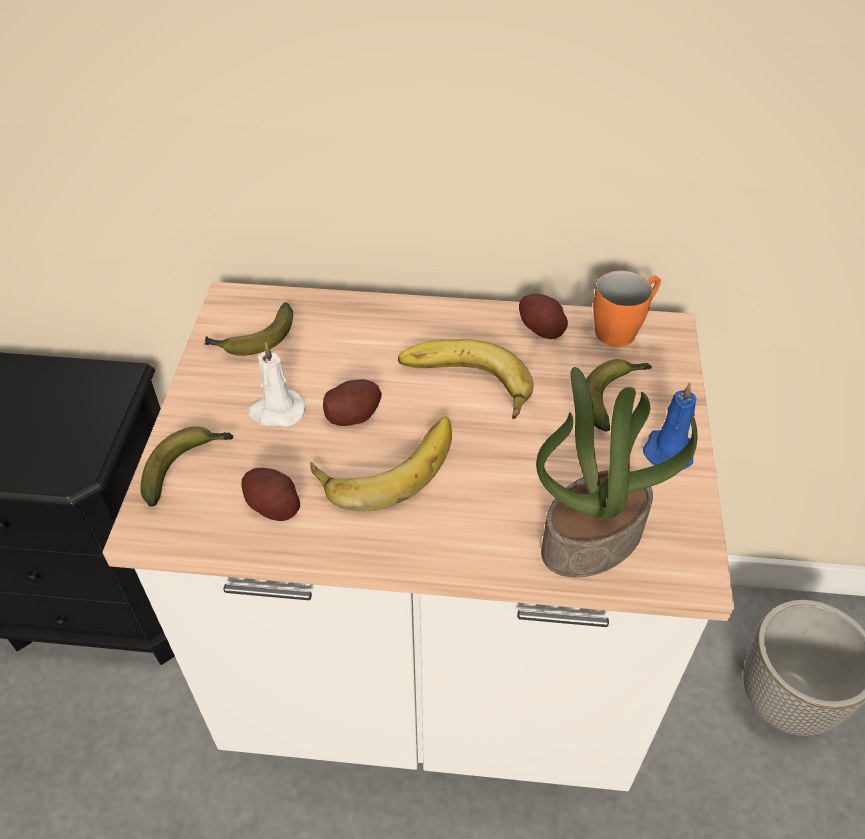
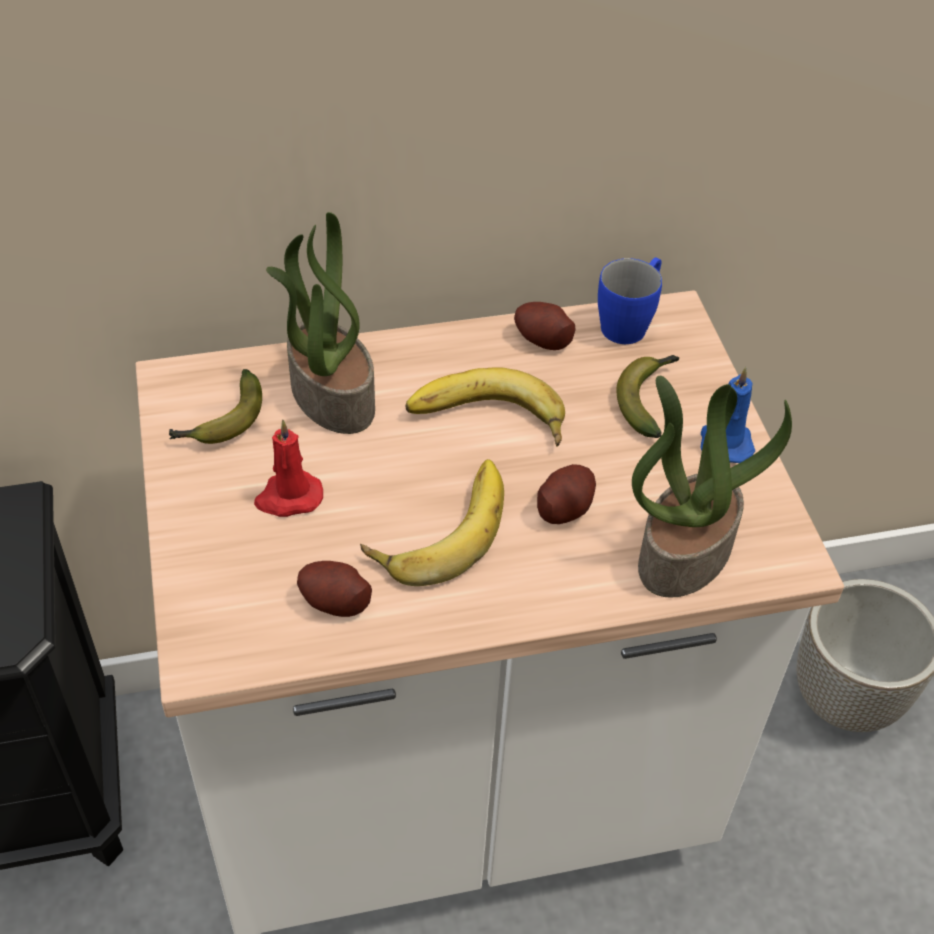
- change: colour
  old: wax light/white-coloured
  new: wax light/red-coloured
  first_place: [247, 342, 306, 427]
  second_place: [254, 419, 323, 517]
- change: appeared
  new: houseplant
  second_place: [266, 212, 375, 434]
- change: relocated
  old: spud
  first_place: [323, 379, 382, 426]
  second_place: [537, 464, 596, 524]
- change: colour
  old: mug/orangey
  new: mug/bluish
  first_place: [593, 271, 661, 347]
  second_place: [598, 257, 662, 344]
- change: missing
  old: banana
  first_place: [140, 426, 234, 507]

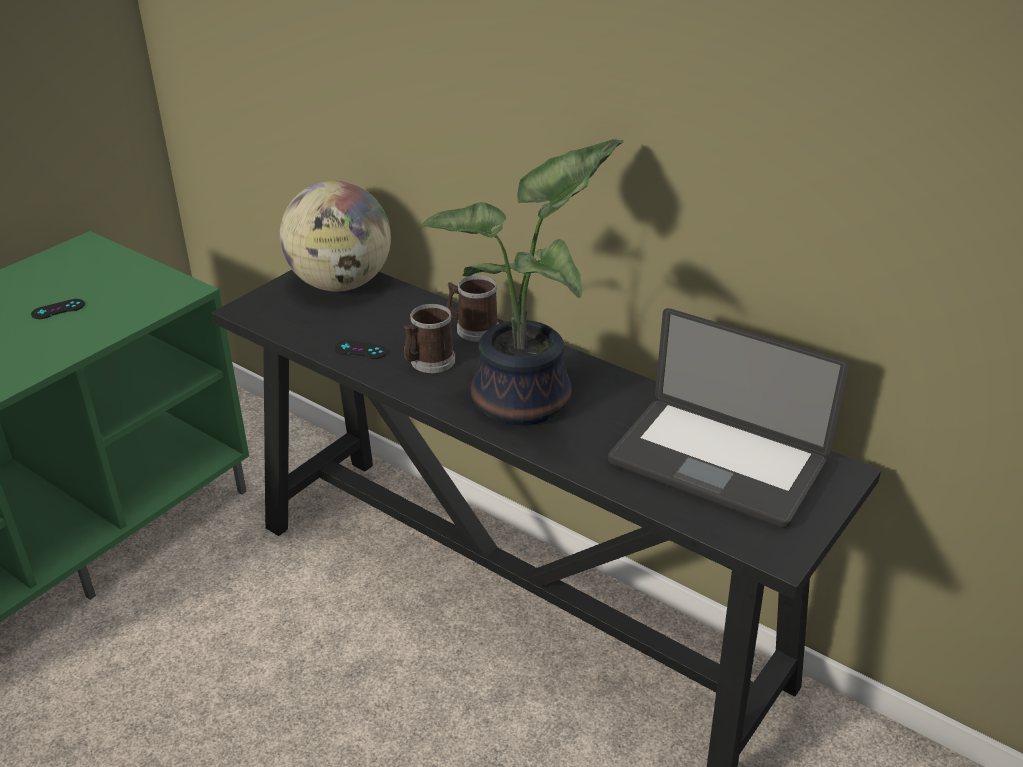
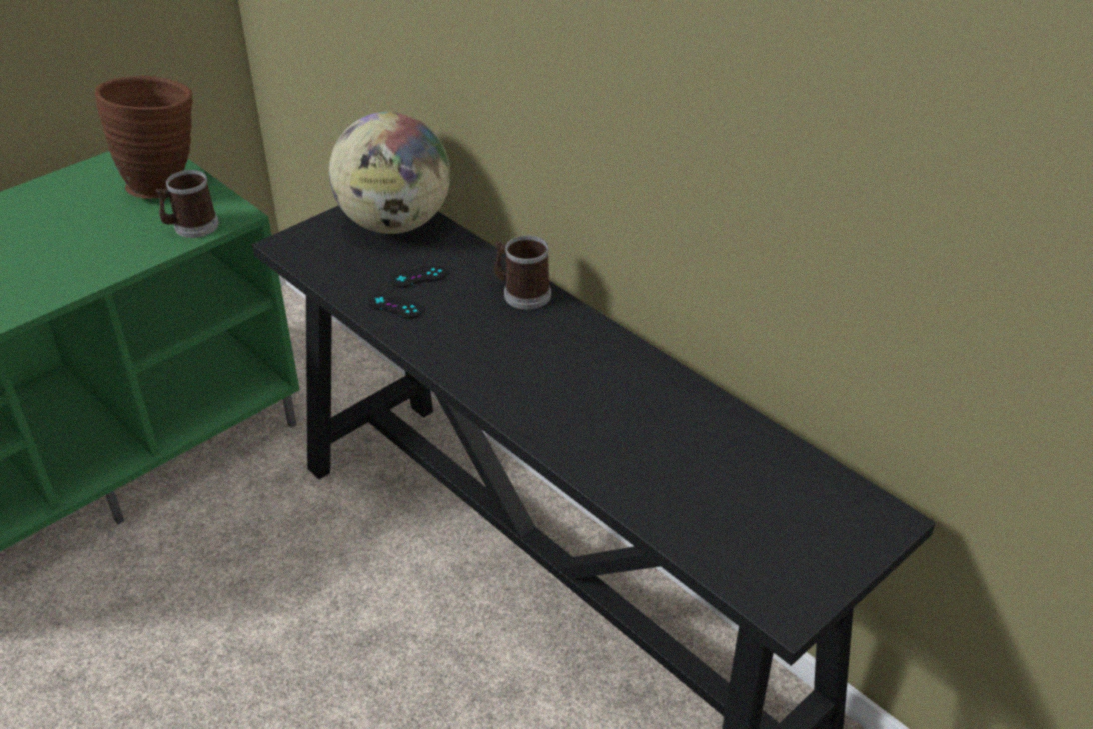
- change: appeared
  new: decorative vase/brown
  second_place: [95, 76, 193, 199]
- change: relocated
  old: mug
  first_place: [404, 304, 455, 373]
  second_place: [156, 170, 219, 238]
- change: relocated
  old: game controller/blackish
  first_place: [31, 299, 85, 319]
  second_place: [390, 265, 447, 288]
- change: missing
  old: houseplant
  first_place: [420, 139, 624, 426]
- change: missing
  old: portable computer
  first_place: [608, 308, 849, 528]

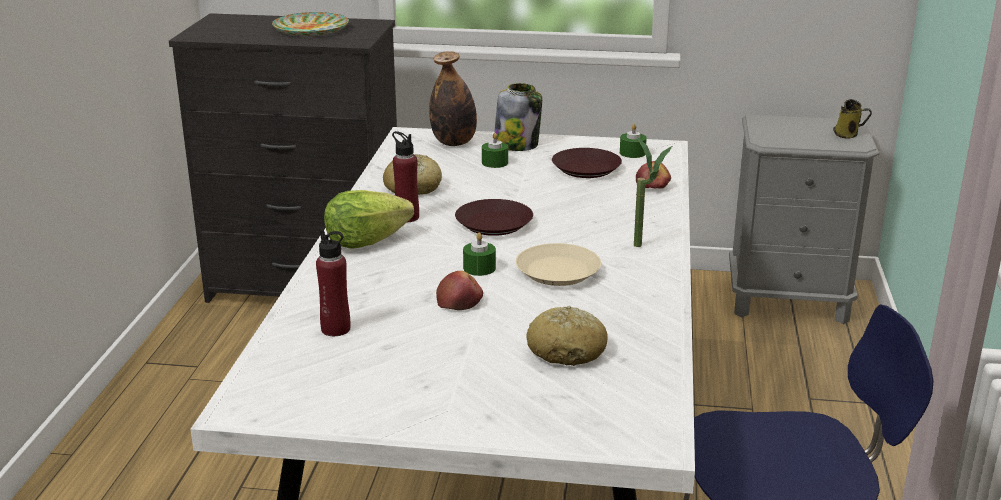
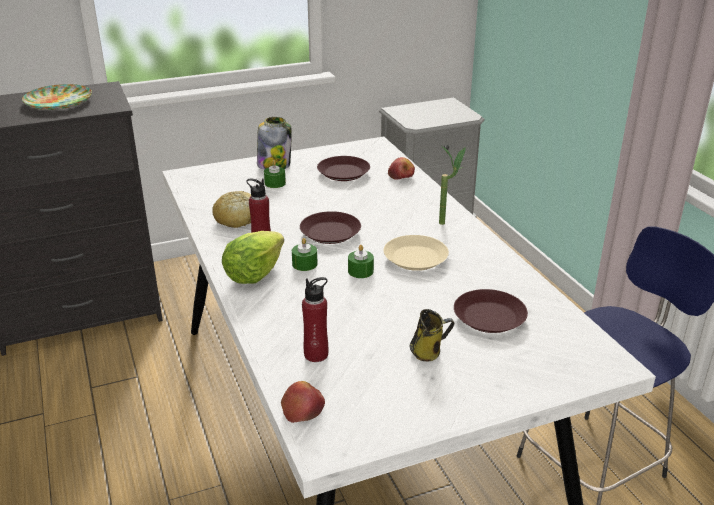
- change: relocated
  old: whole apple
  first_place: [436, 271, 483, 310]
  second_place: [281, 381, 325, 423]
- change: relocated
  old: wax light/green-coloured
  first_place: [620, 124, 647, 158]
  second_place: [292, 238, 318, 271]
- change: relocated
  old: mug
  first_place: [833, 99, 872, 139]
  second_place: [409, 309, 455, 361]
- change: exchanged
  old: bakery bread
  new: dinner plate/brown
  first_place: [527, 306, 608, 366]
  second_place: [454, 289, 528, 333]
- change: missing
  old: drink bottle
  first_place: [429, 51, 477, 146]

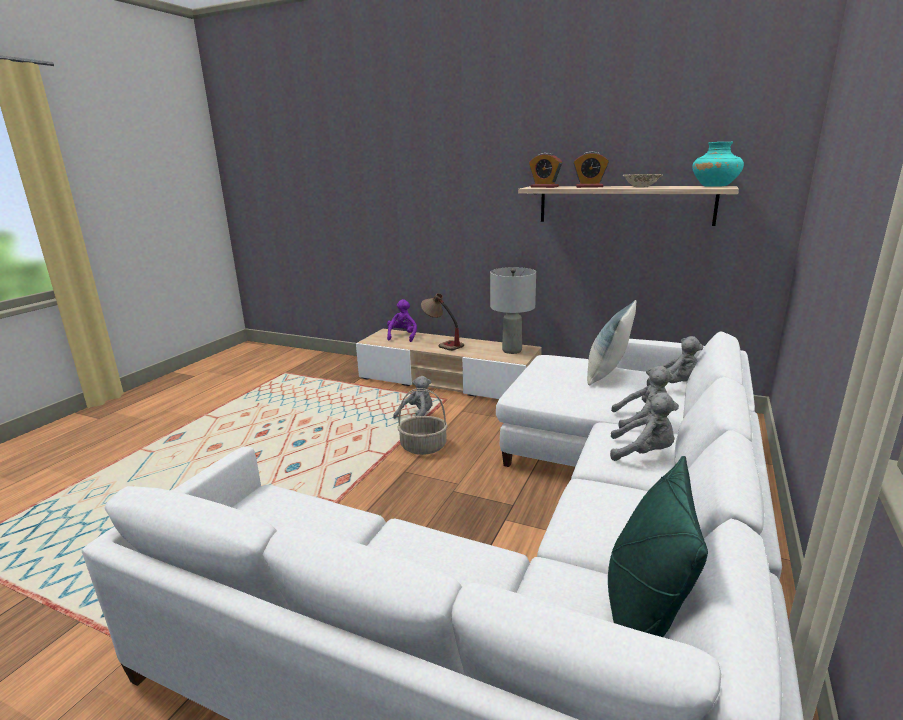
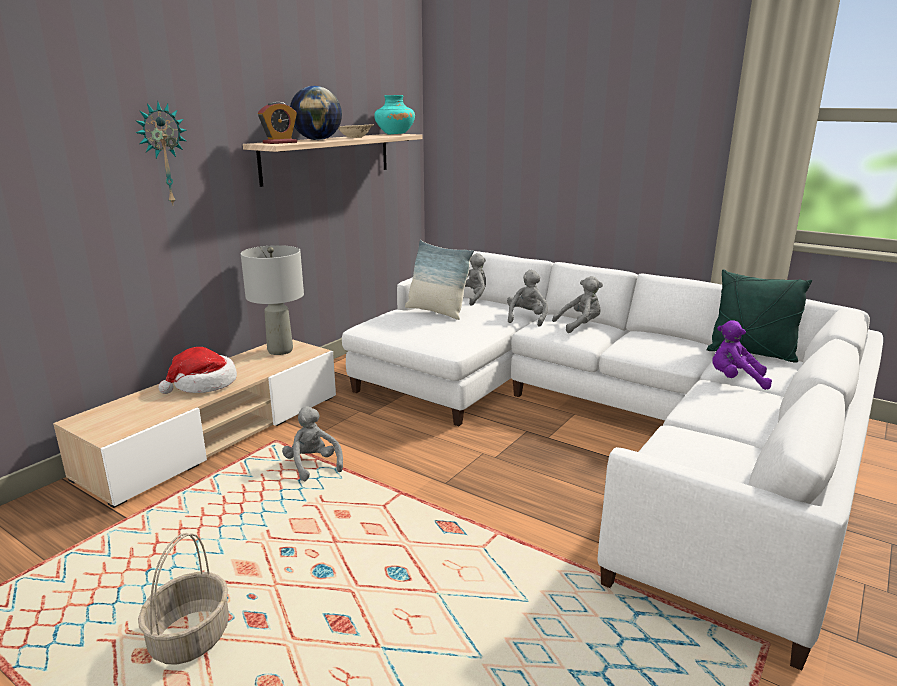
- change: appeared
  new: hanging clock
  second_place: [135, 101, 187, 205]
- change: relocated
  old: storage basket
  first_place: [397, 388, 448, 455]
  second_place: [138, 533, 229, 665]
- change: exchanged
  old: tabletop lamp
  new: hat
  first_place: [421, 293, 464, 351]
  second_place: [158, 347, 237, 394]
- change: exchanged
  old: table clock
  new: world globe
  first_place: [573, 152, 609, 188]
  second_place: [290, 86, 342, 140]
- change: spun
  old: plush toy/grey
  first_place: [610, 392, 679, 461]
  second_place: [552, 276, 603, 333]
  degrees: 45
- change: relocated
  old: plush toy/purplish
  first_place: [387, 299, 417, 342]
  second_place: [712, 320, 772, 390]

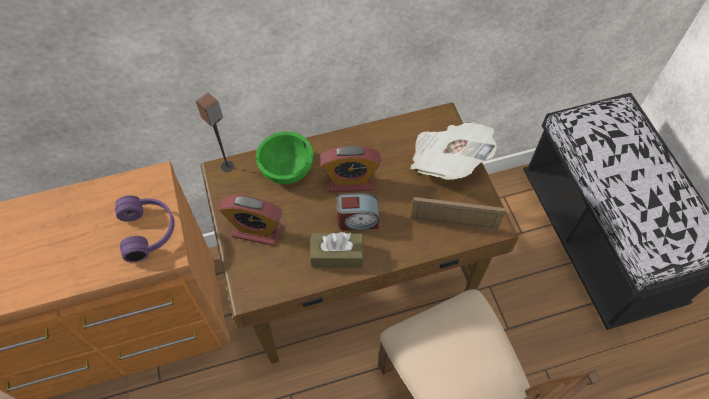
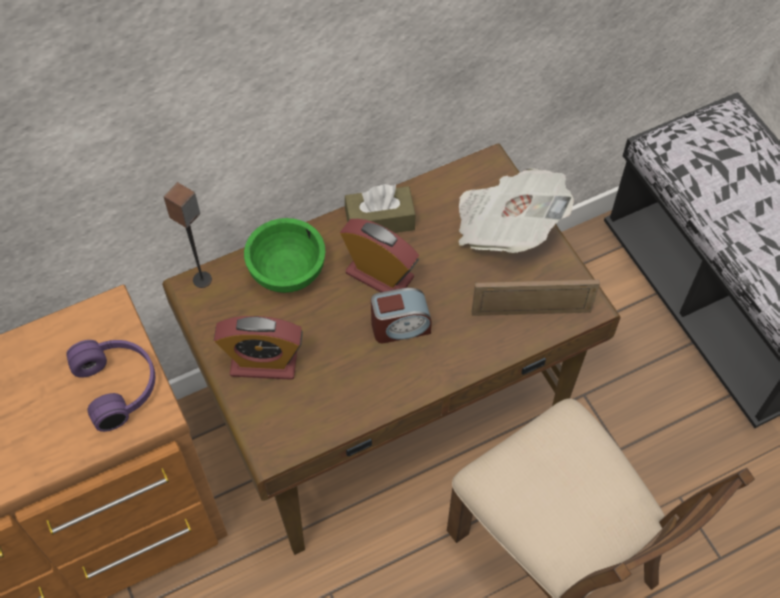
- change: spun
  old: table clock
  first_place: [320, 146, 381, 192]
  second_place: [340, 219, 419, 292]
  degrees: -135
- change: relocated
  old: tissue box/brown
  first_place: [310, 232, 364, 268]
  second_place: [345, 184, 416, 233]

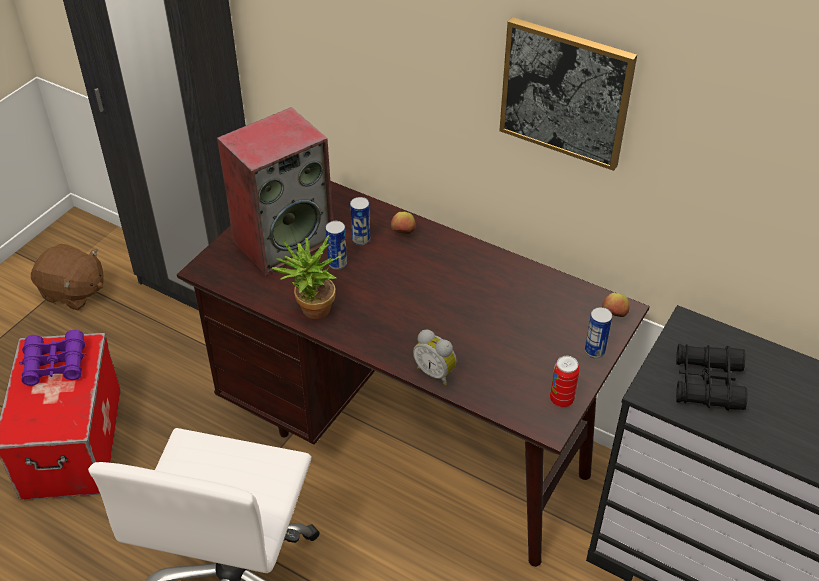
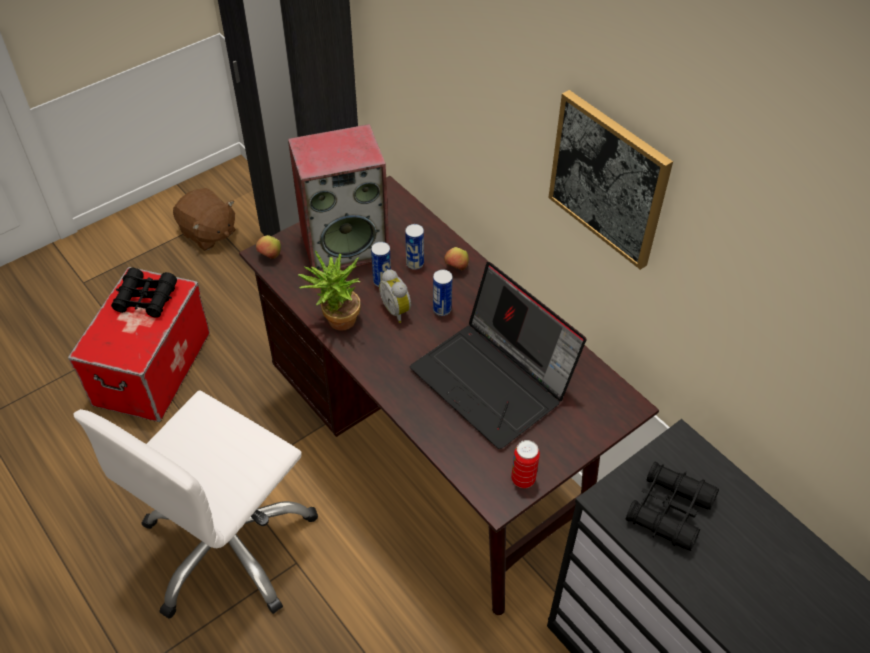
- change: colour
  old: pair of binoculars/purplish
  new: pair of binoculars/blackish
  first_place: [19, 330, 87, 386]
  second_place: [111, 268, 177, 318]
- change: relocated
  old: whole apple
  first_place: [602, 293, 630, 317]
  second_place: [256, 235, 281, 259]
- change: relocated
  old: table clock
  first_place: [413, 329, 457, 385]
  second_place: [379, 269, 411, 323]
- change: appeared
  new: portable computer
  second_place: [410, 262, 586, 449]
- change: relocated
  old: sealed can
  first_place: [585, 307, 612, 358]
  second_place: [433, 270, 452, 316]

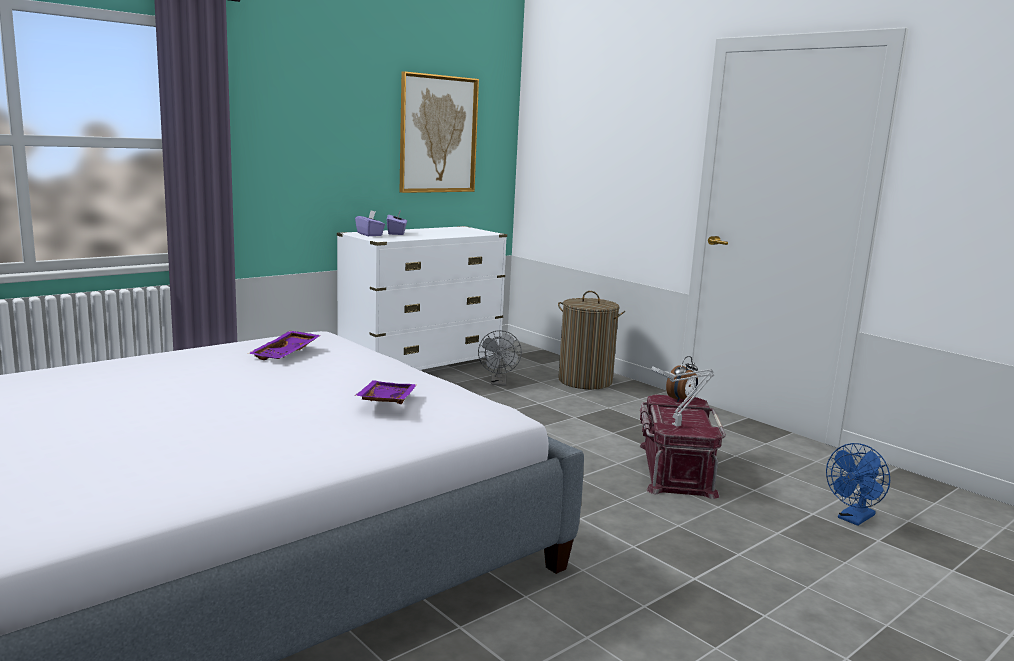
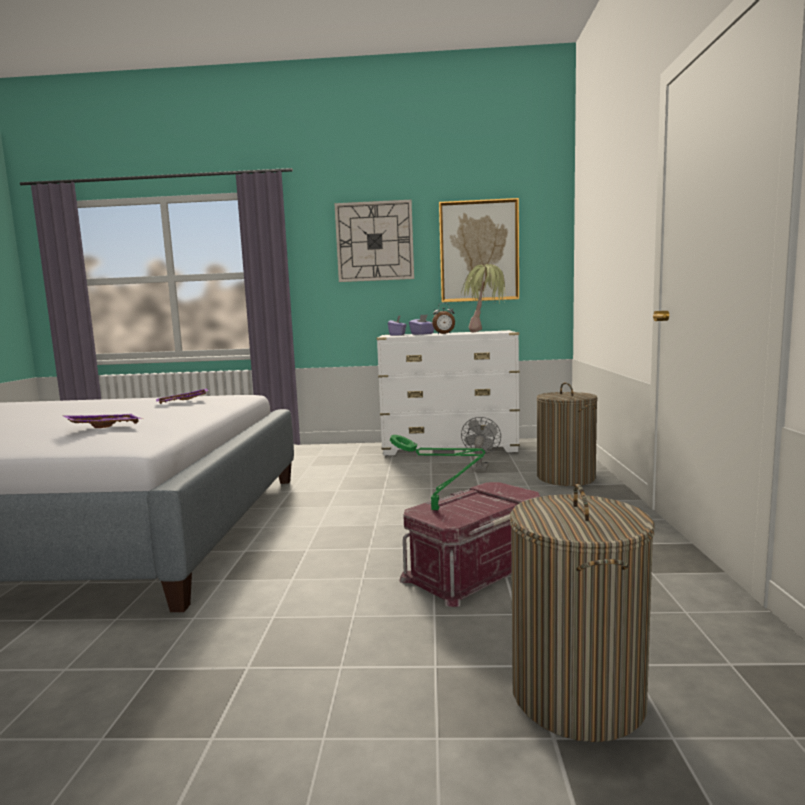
- change: appeared
  new: hanging clock
  second_place: [334, 200, 414, 282]
- change: colour
  old: tabletop lamp/grey
  new: tabletop lamp/green-coloured
  first_place: [651, 366, 714, 426]
  second_place: [390, 435, 485, 510]
- change: relocated
  old: table clock
  first_place: [666, 356, 698, 402]
  second_place: [432, 303, 455, 334]
- change: spun
  old: fan/grey
  first_place: [478, 330, 522, 385]
  second_place: [461, 417, 501, 472]
  degrees: 150
- change: appeared
  new: houseplant
  second_place: [462, 264, 506, 332]
- change: exchanged
  old: fan/bluish
  new: hamper
  first_place: [826, 443, 890, 526]
  second_place: [510, 484, 655, 742]

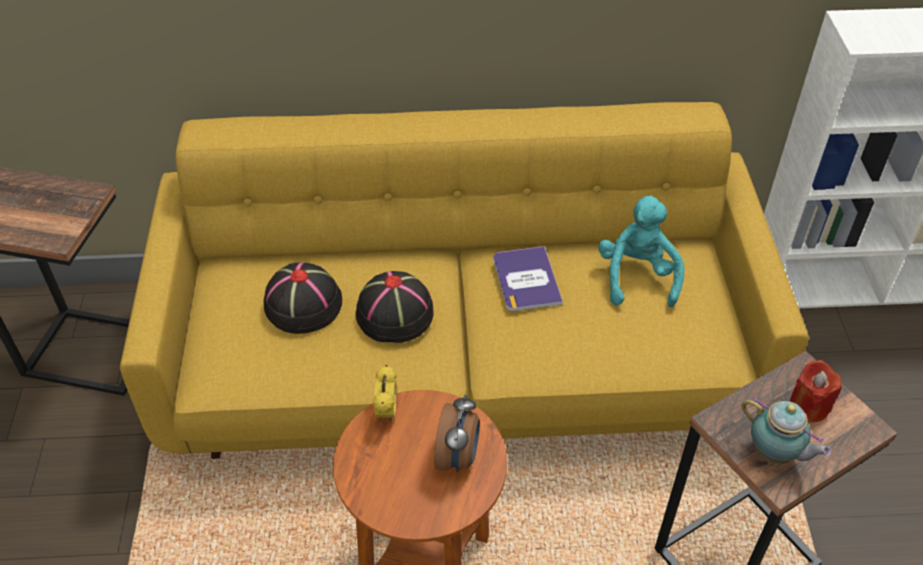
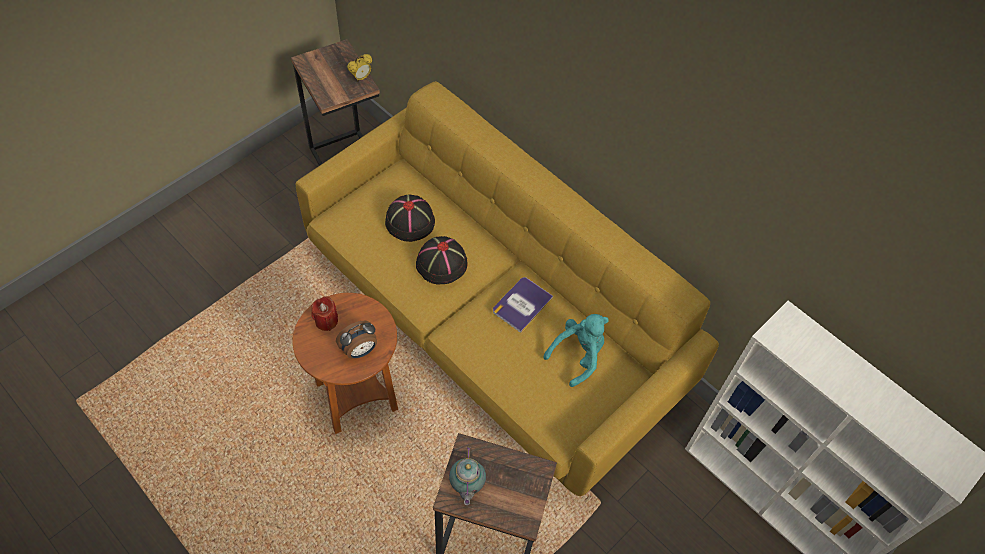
- change: relocated
  old: wax light/red-coloured
  first_place: [790, 360, 842, 422]
  second_place: [311, 296, 338, 331]
- change: relocated
  old: table clock
  first_place: [373, 365, 397, 422]
  second_place: [347, 54, 372, 82]

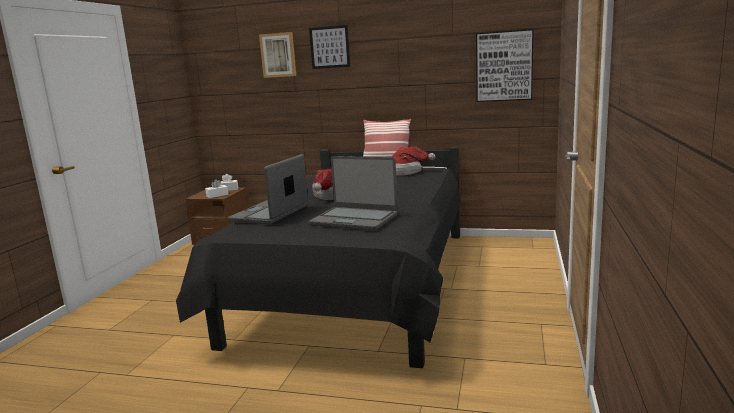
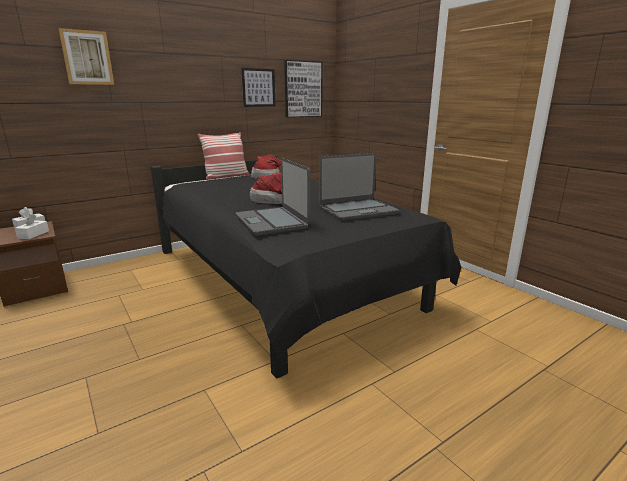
- change: relocated
  old: wall art
  first_place: [309, 25, 350, 69]
  second_place: [241, 68, 276, 107]

